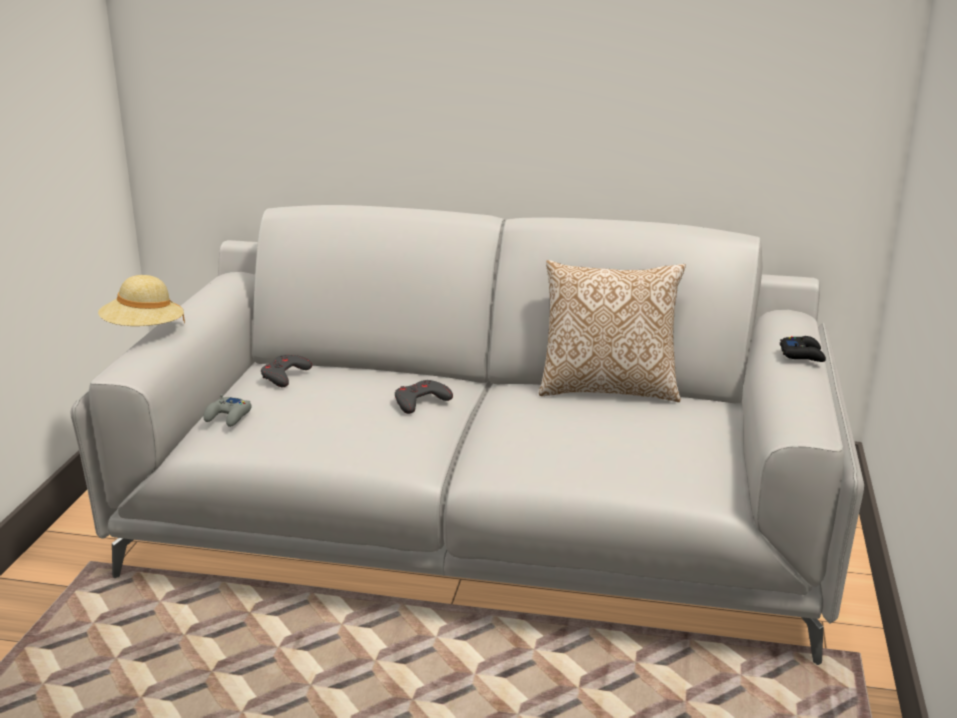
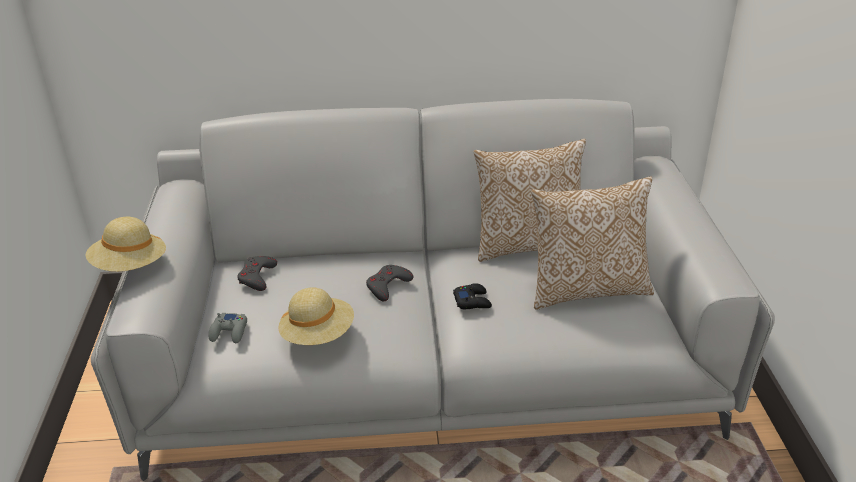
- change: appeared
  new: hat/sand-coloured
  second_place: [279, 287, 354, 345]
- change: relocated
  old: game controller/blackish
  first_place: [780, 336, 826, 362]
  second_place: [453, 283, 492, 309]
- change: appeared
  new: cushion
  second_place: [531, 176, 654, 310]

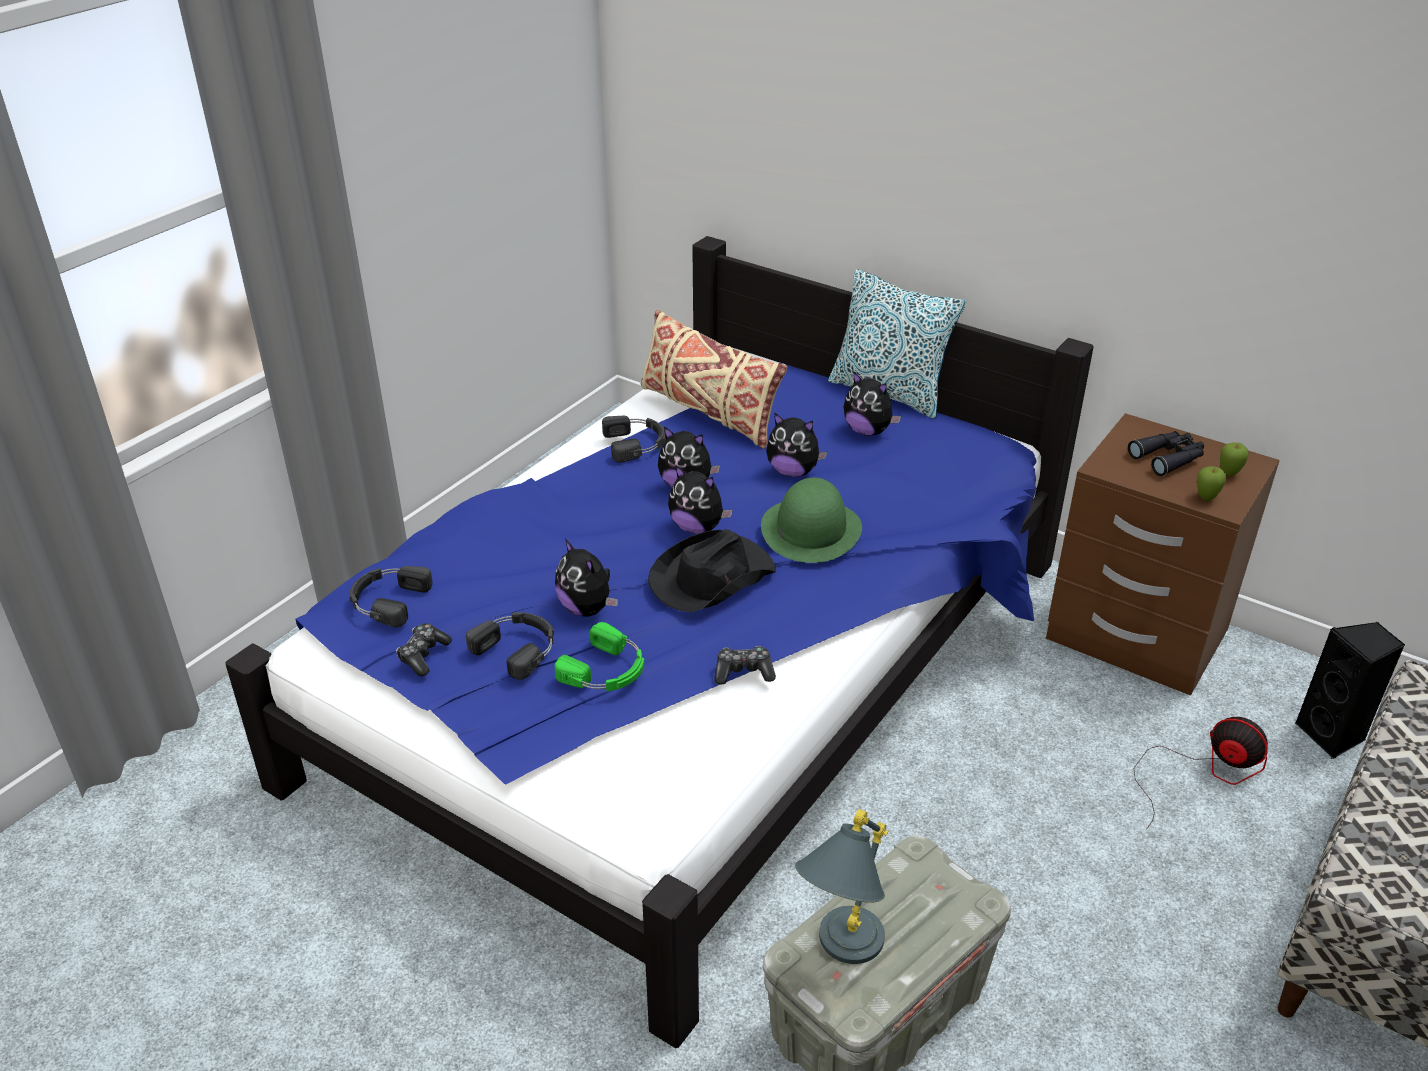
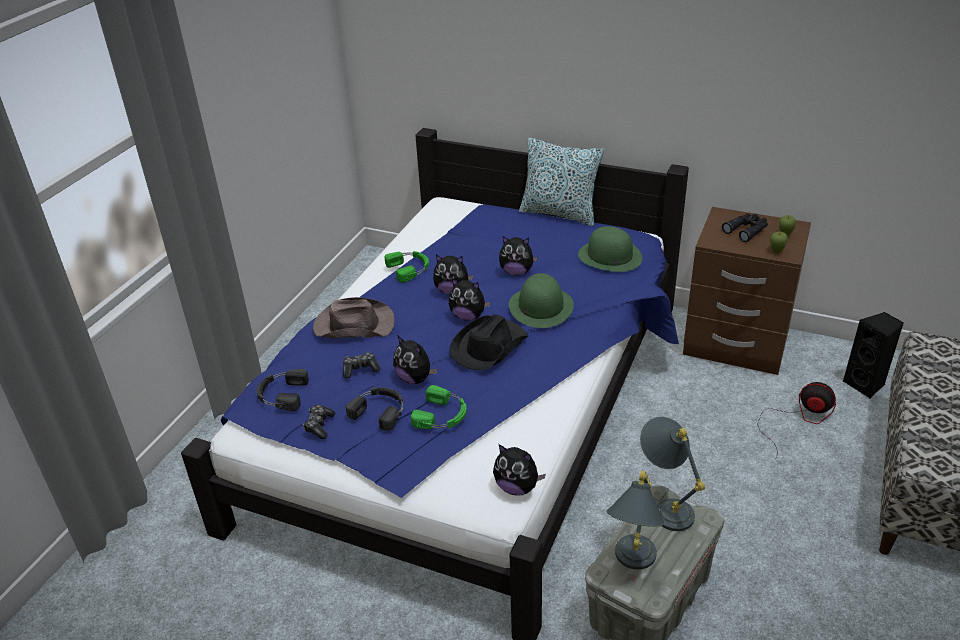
- change: appeared
  new: hat/brown
  second_place: [313, 297, 394, 338]
- change: relocated
  old: game controller
  first_place: [714, 646, 776, 685]
  second_place: [343, 352, 380, 378]
- change: colour
  old: pair of headphones/blackish
  new: pair of headphones/green-coloured
  first_place: [602, 416, 666, 463]
  second_place: [385, 251, 429, 283]
- change: relocated
  old: plush toy
  first_place: [844, 372, 901, 436]
  second_place: [493, 444, 546, 496]
- change: appeared
  new: hat/green-coloured
  second_place: [578, 226, 643, 272]
- change: appeared
  new: tabletop lamp/grey
  second_place: [640, 417, 705, 531]
- change: missing
  old: cushion/sand-coloured
  first_place: [641, 310, 787, 449]

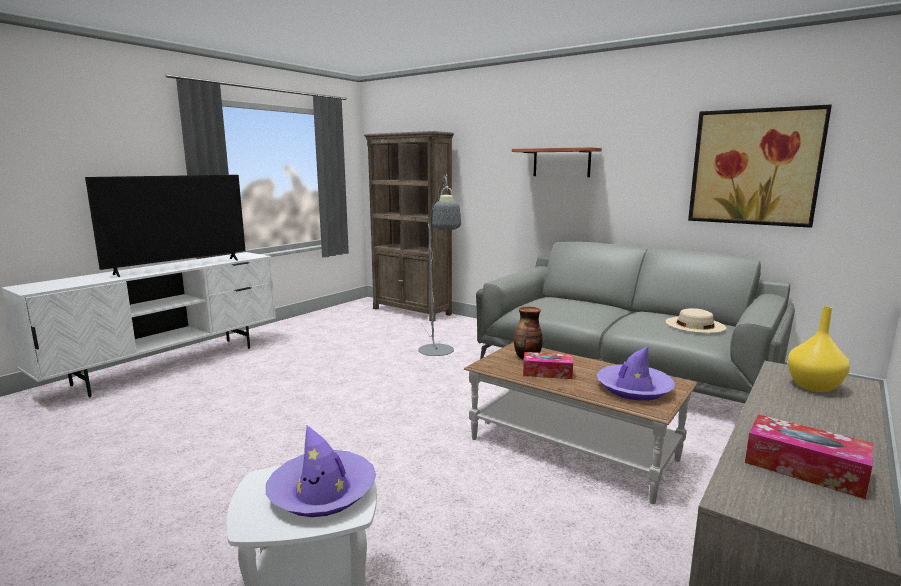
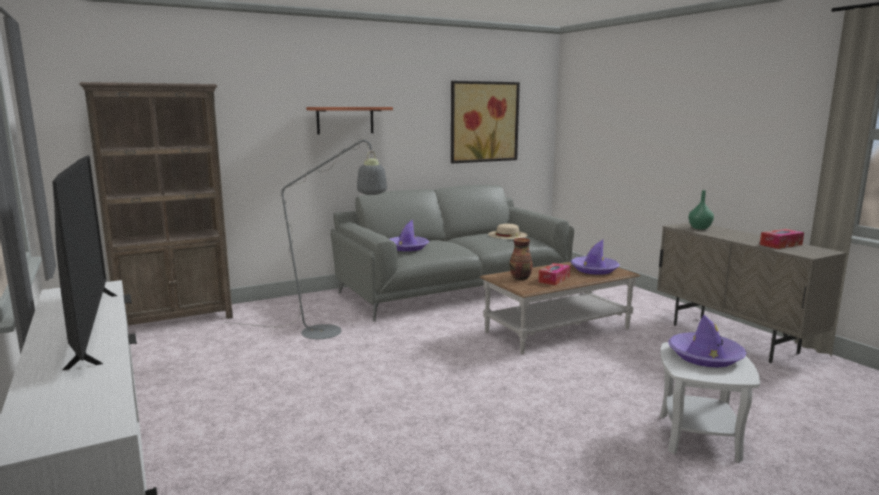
- change: appeared
  new: hat/purplish
  second_place: [390, 220, 429, 251]
- change: colour
  old: decorative vase/yellow-coloured
  new: decorative vase/green-coloured
  first_place: [788, 306, 850, 392]
  second_place: [688, 190, 714, 229]

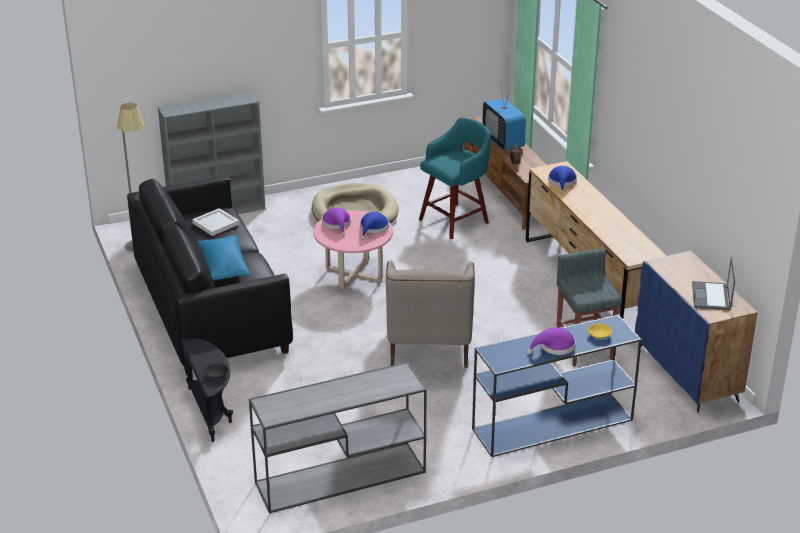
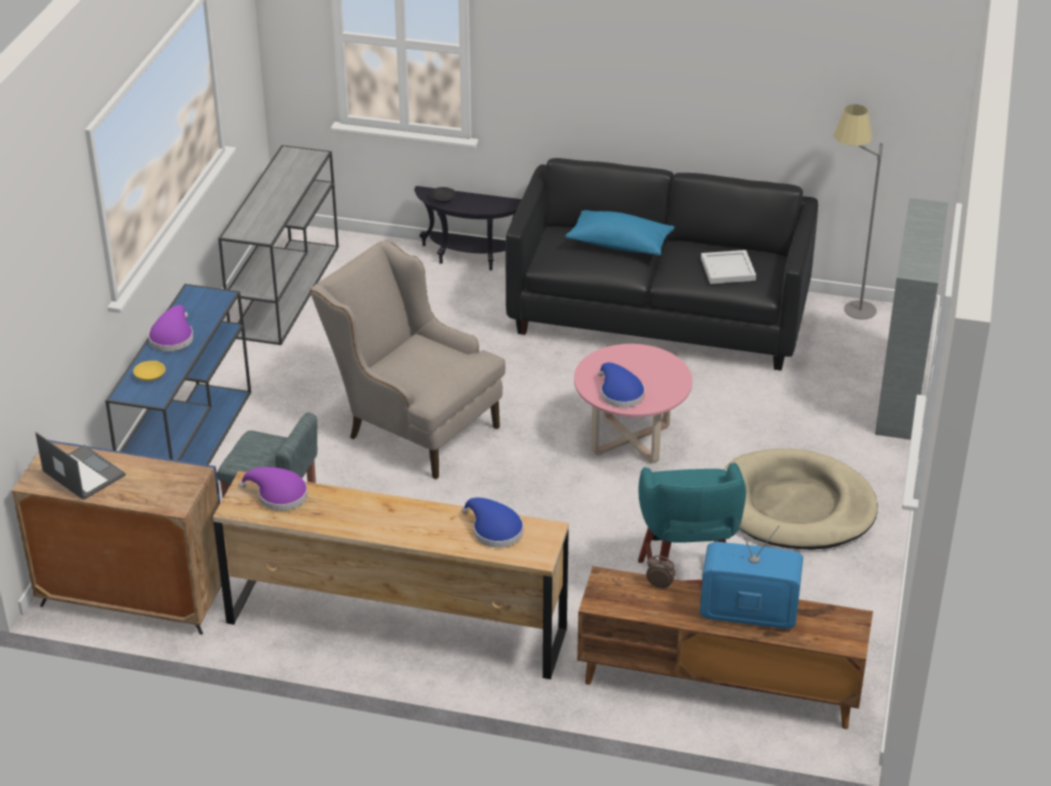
- change: relocated
  old: hat/purplish
  first_place: [322, 208, 351, 236]
  second_place: [239, 467, 308, 511]

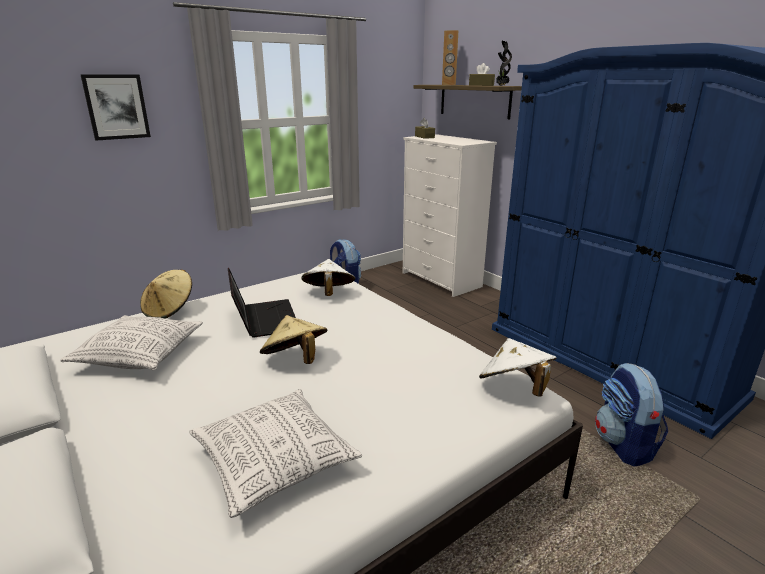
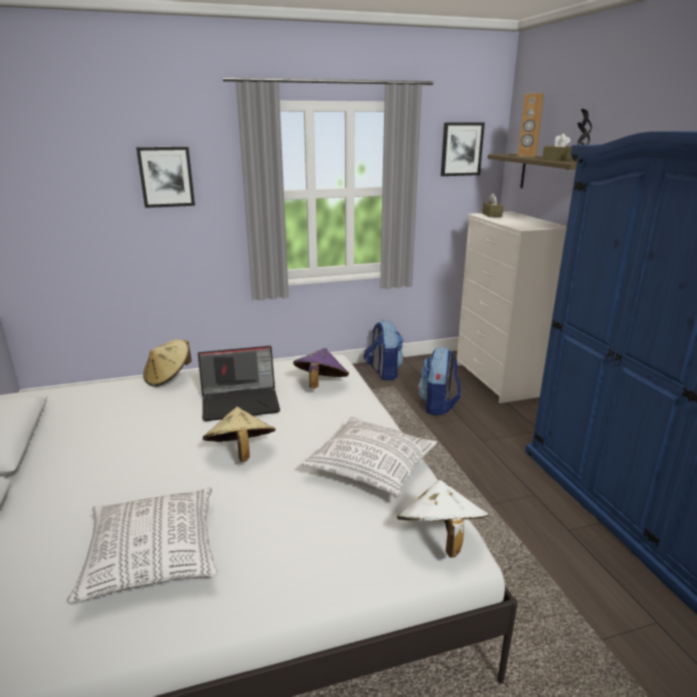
- change: spun
  old: portable computer
  first_place: [228, 268, 296, 338]
  second_place: [198, 346, 280, 421]
  degrees: 75
- change: colour
  old: hat/white-coloured
  new: hat/purplish
  first_place: [302, 259, 356, 296]
  second_place: [293, 348, 349, 388]
- change: relocated
  old: cushion
  first_place: [60, 315, 203, 370]
  second_place: [301, 417, 437, 499]
- change: relocated
  old: knapsack
  first_place: [595, 363, 668, 466]
  second_place: [418, 347, 461, 415]
- change: appeared
  new: wall art
  second_place: [441, 122, 485, 176]

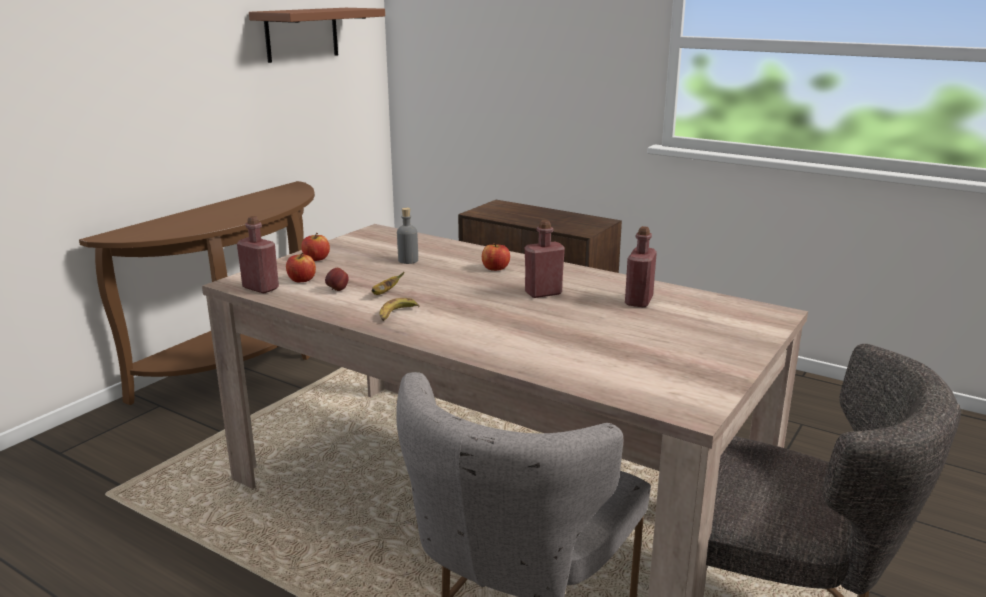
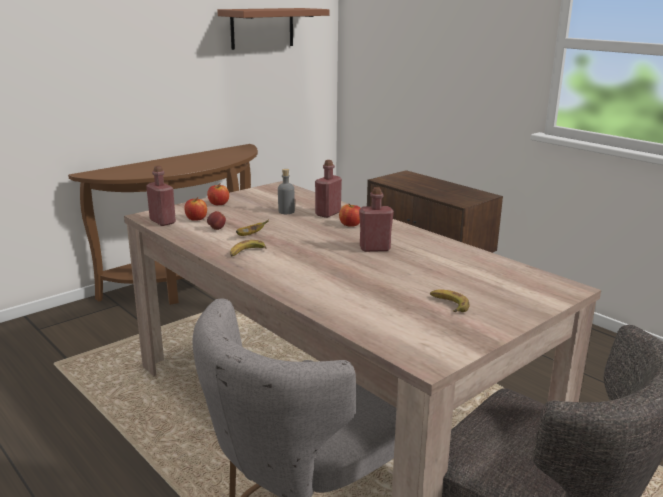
- change: relocated
  old: drink bottle/red-coloured
  first_place: [625, 226, 657, 307]
  second_place: [315, 160, 342, 218]
- change: appeared
  new: banana
  second_place: [430, 289, 470, 312]

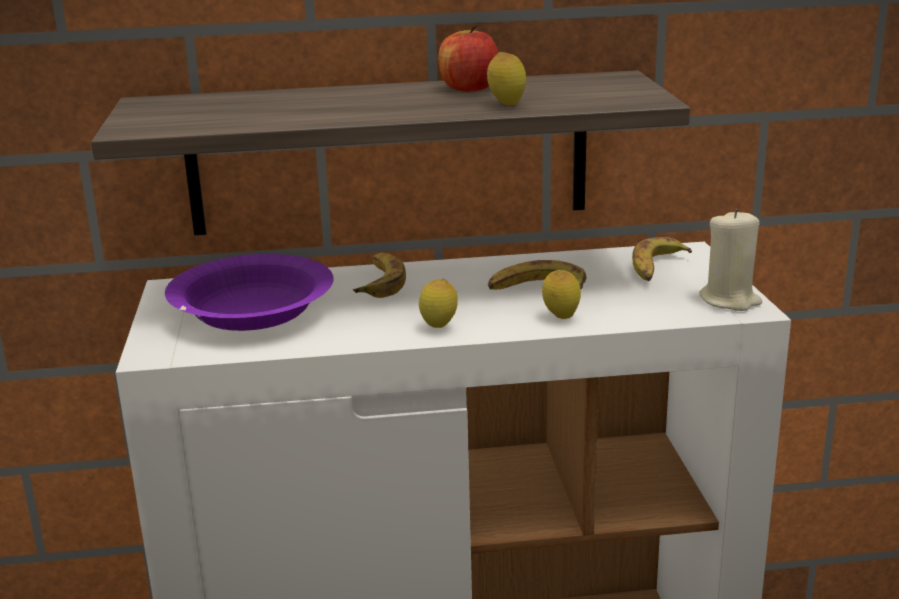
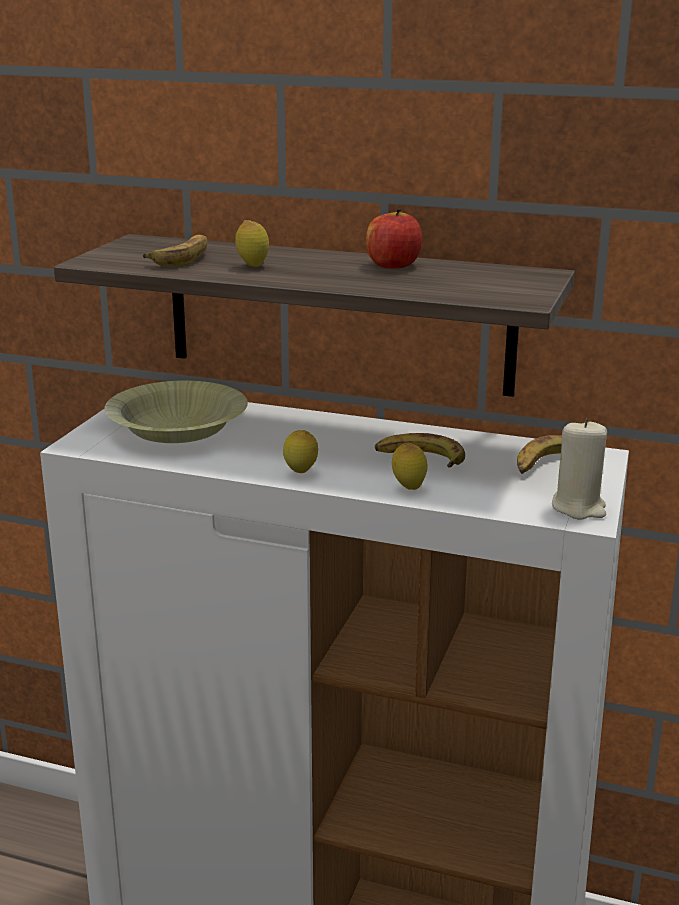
- change: colour
  old: serving bowl/purplish
  new: serving bowl/yellow-coloured
  first_place: [165, 254, 334, 331]
  second_place: [104, 381, 248, 443]
- change: relocated
  old: banana
  first_place: [353, 253, 406, 298]
  second_place: [143, 235, 207, 266]
- change: relocated
  old: whole lemon
  first_place: [487, 52, 526, 106]
  second_place: [235, 220, 269, 267]

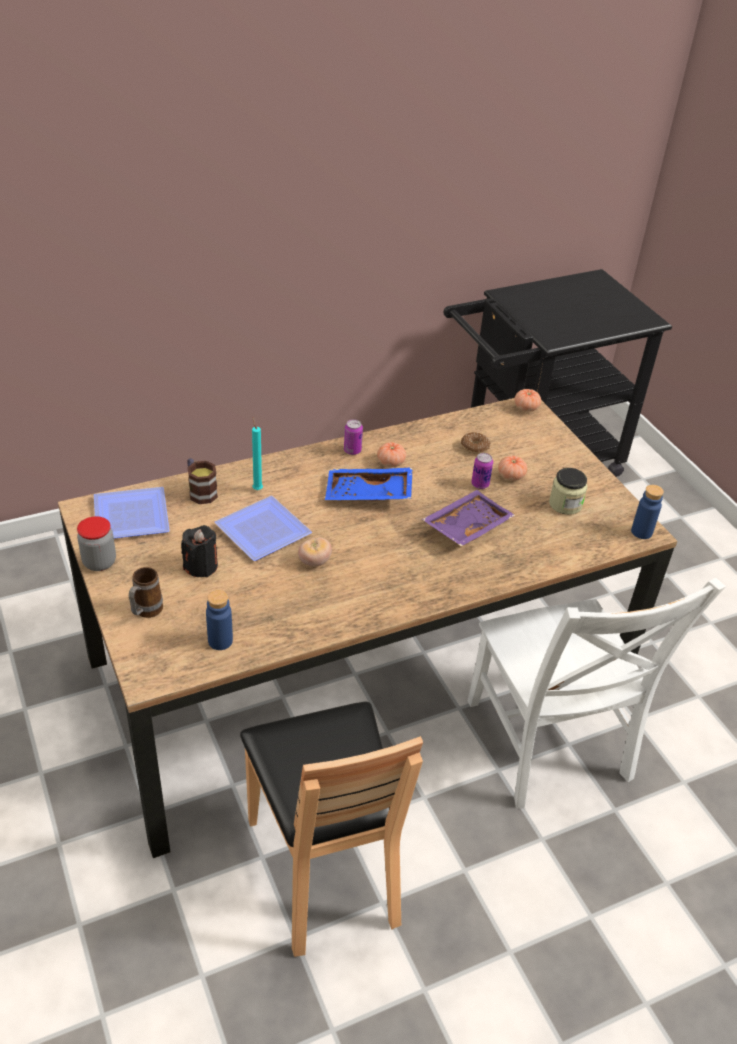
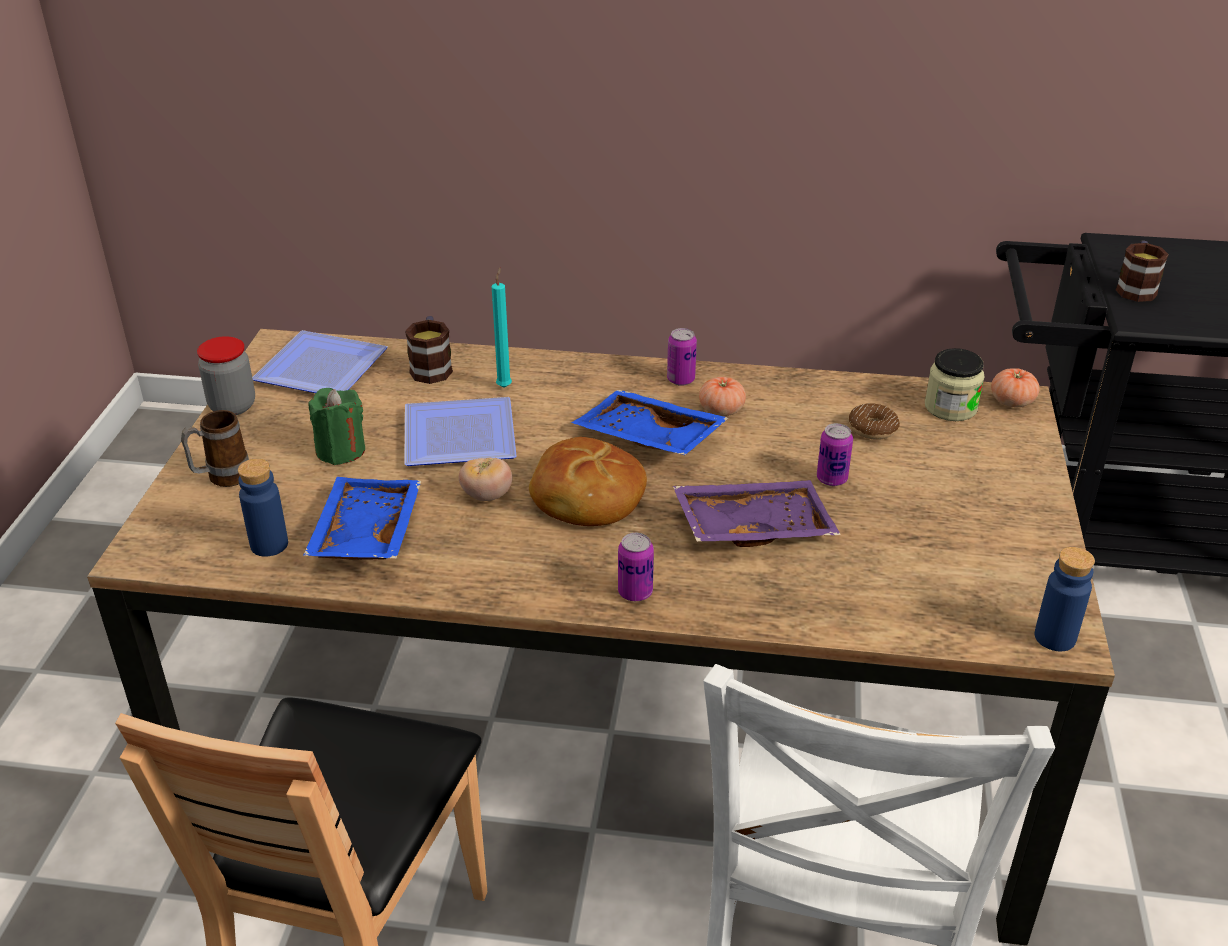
- change: appeared
  new: tray/bluish
  second_place: [303, 477, 421, 560]
- change: colour
  old: wax light/blackish
  new: wax light/green-coloured
  first_place: [181, 525, 218, 577]
  second_place: [309, 388, 365, 465]
- change: appeared
  new: bakery bread
  second_place: [529, 437, 647, 526]
- change: appeared
  new: sealed can
  second_place: [618, 533, 654, 601]
- change: relocated
  old: storage jar
  first_place: [549, 468, 587, 515]
  second_place: [925, 348, 984, 421]
- change: appeared
  new: mug
  second_place: [1115, 241, 1169, 302]
- change: missing
  old: whole tomato
  first_place: [498, 456, 527, 481]

